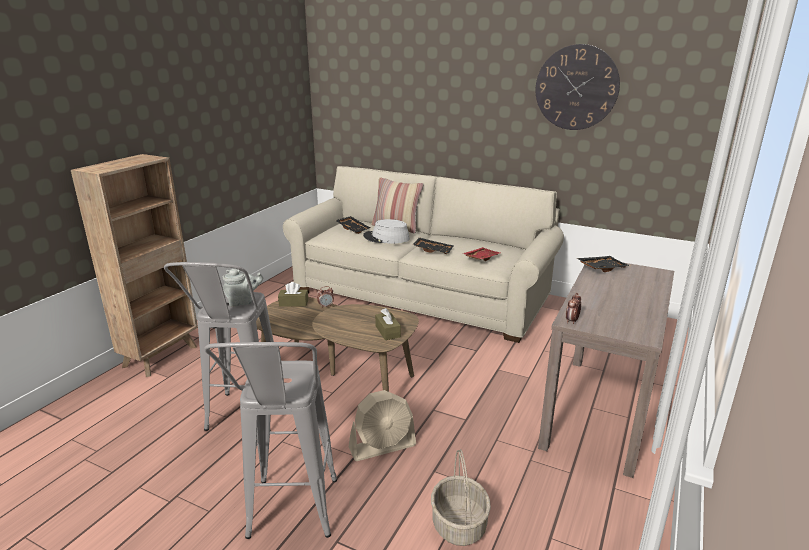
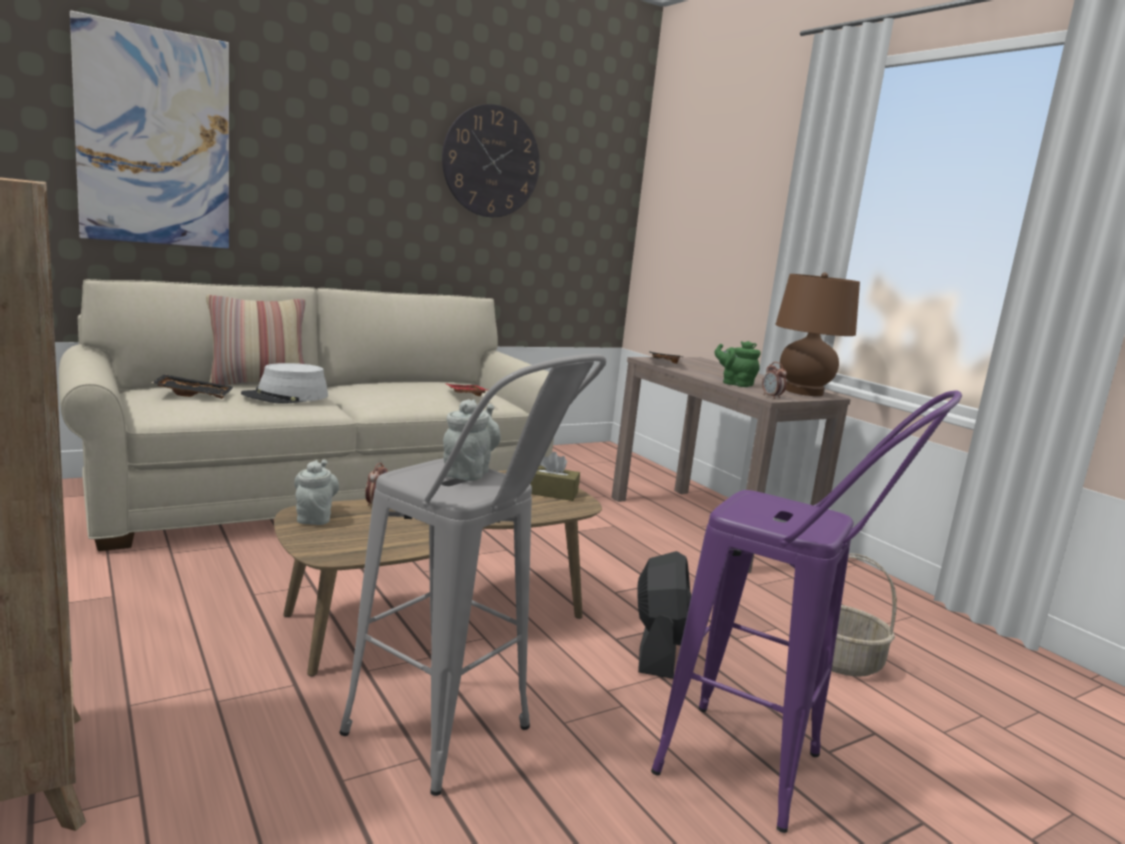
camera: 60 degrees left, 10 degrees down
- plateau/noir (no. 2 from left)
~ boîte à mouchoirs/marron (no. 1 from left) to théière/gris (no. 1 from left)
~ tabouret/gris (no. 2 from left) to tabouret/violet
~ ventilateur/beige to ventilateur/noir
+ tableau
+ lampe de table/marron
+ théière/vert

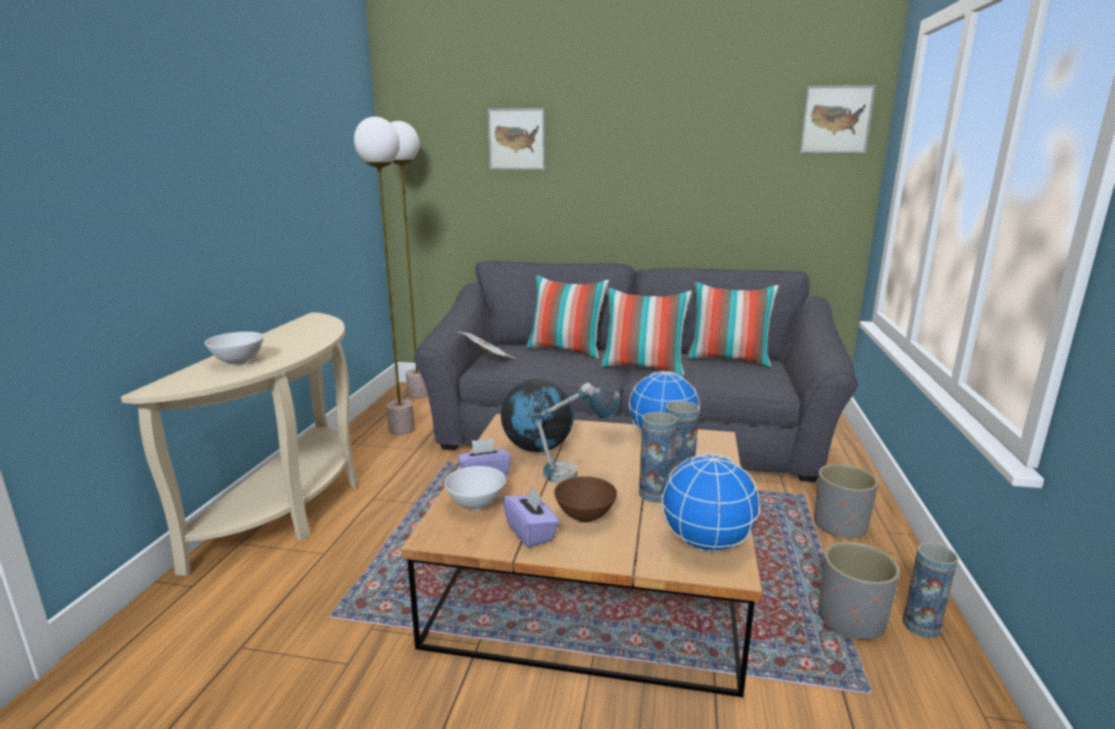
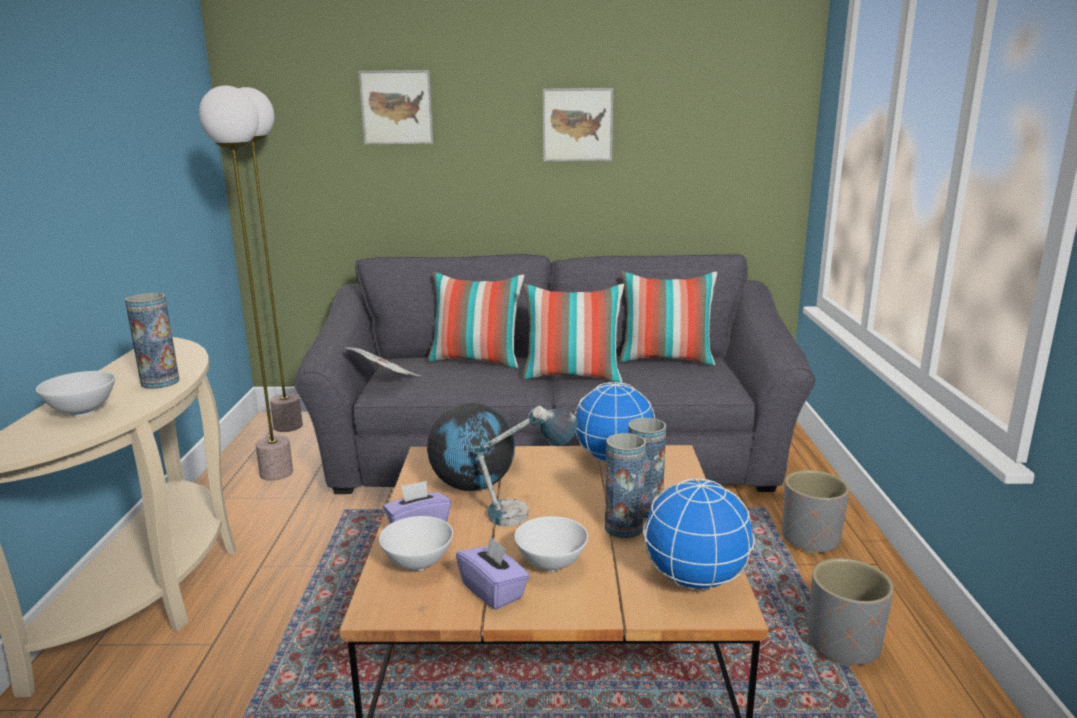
camera: 10 degrees left, 0 degrees up
~ tableau (no. 2 from left)
~ bol/marron to bol/blanc (no. 3 from left)
~ vase (no. 3 from left in the first image) to vase (no. 1 from left)

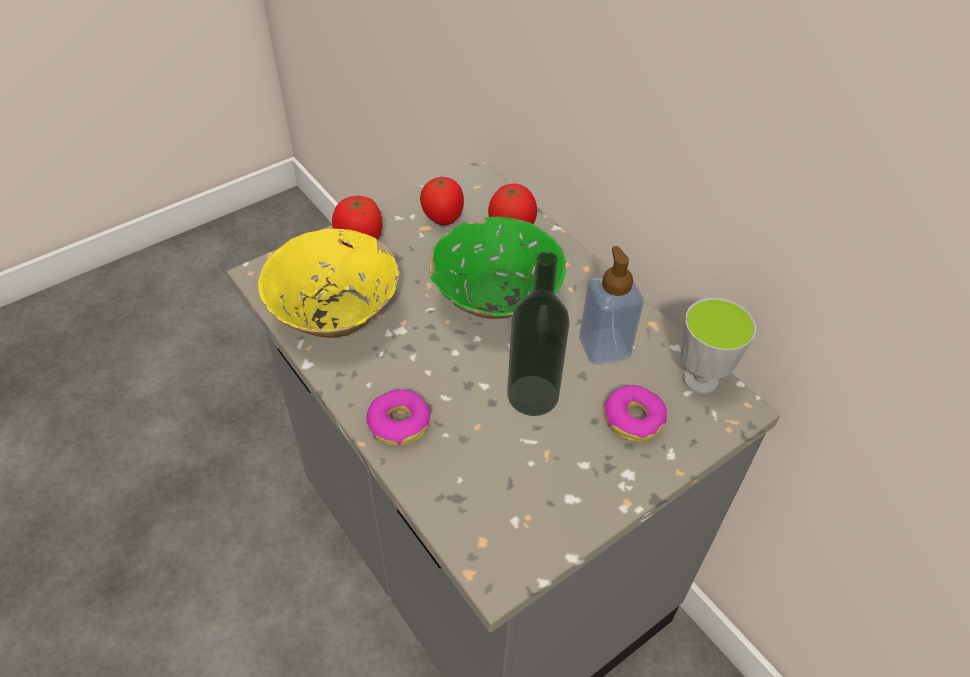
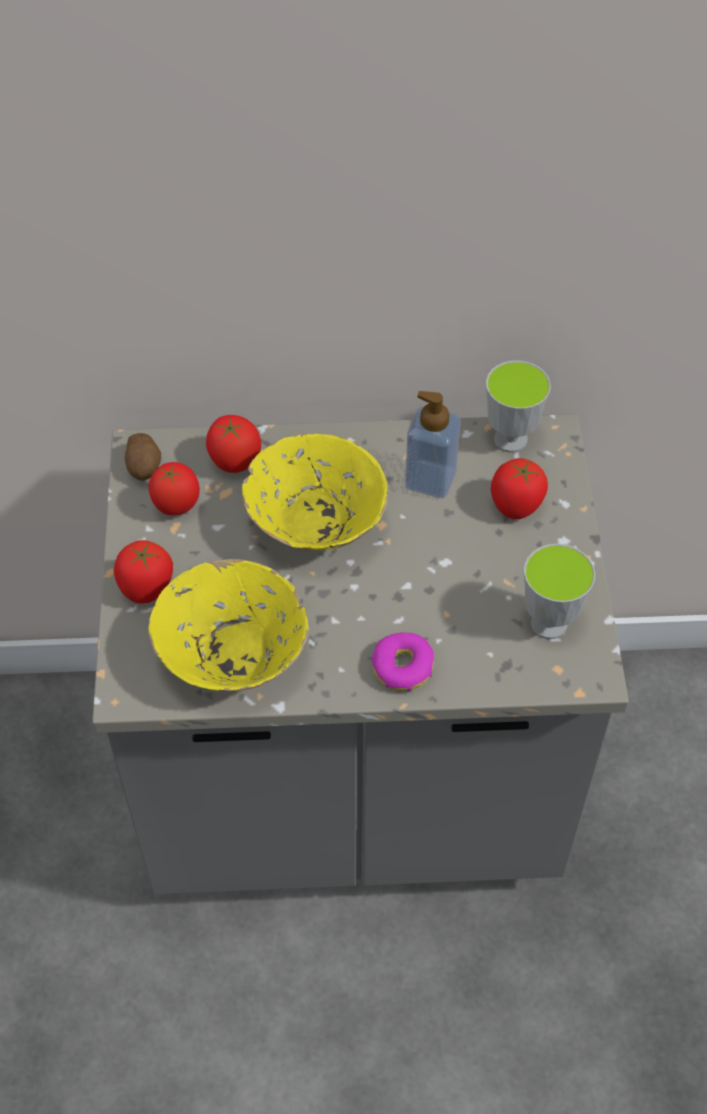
camera: 55 degrees left, 5 degrees up
~ bol/vert to bol/jaune (no. 2 from left)
- bouteille
~ beignet (no. 2 from left) to tomate (no. 4 from left)
+ pomme de terre
+ tasse (no. 2 from left)

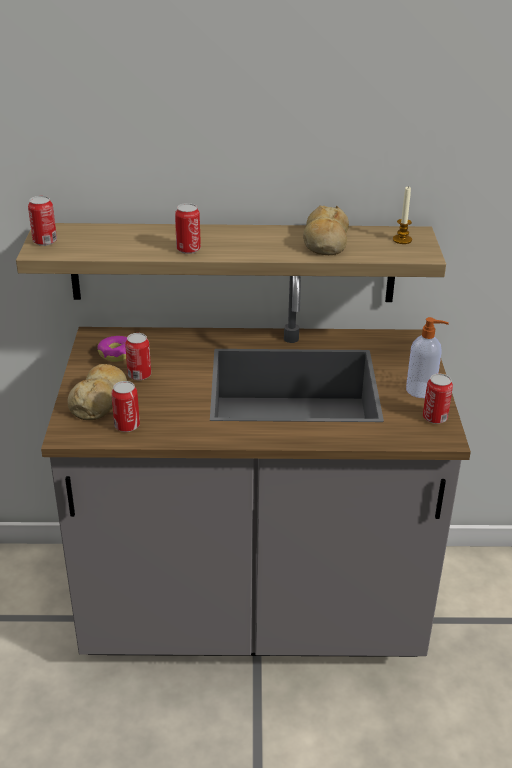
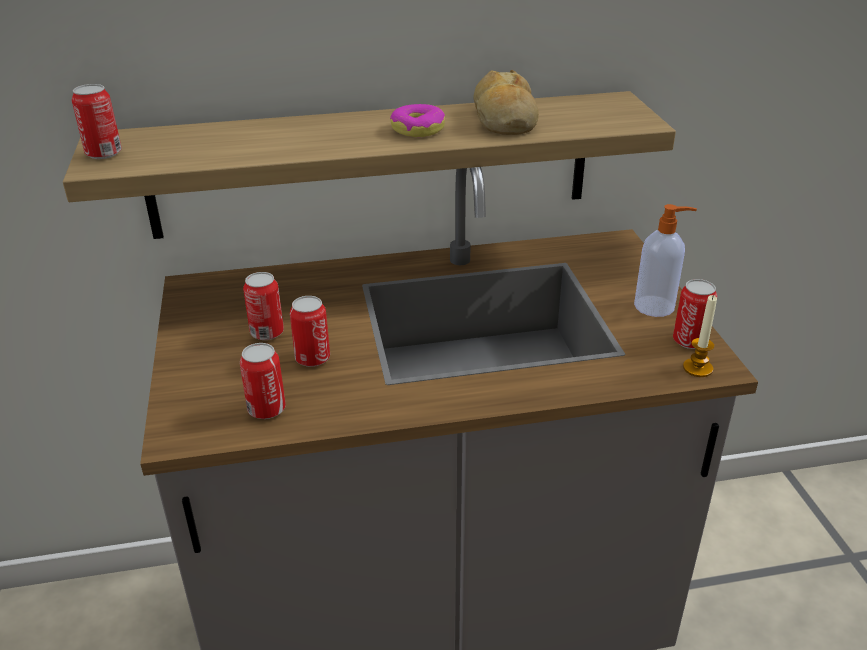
camera: 10 degrees left, 0 degrees up
~ bougie
~ boîte métallique (no. 4 from left)
~ beignet
- pain (no. 1 from left)

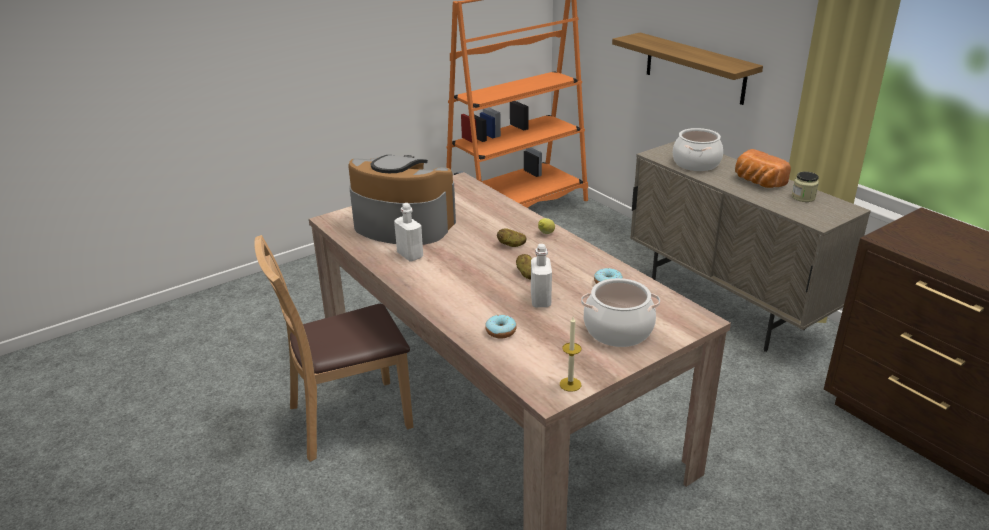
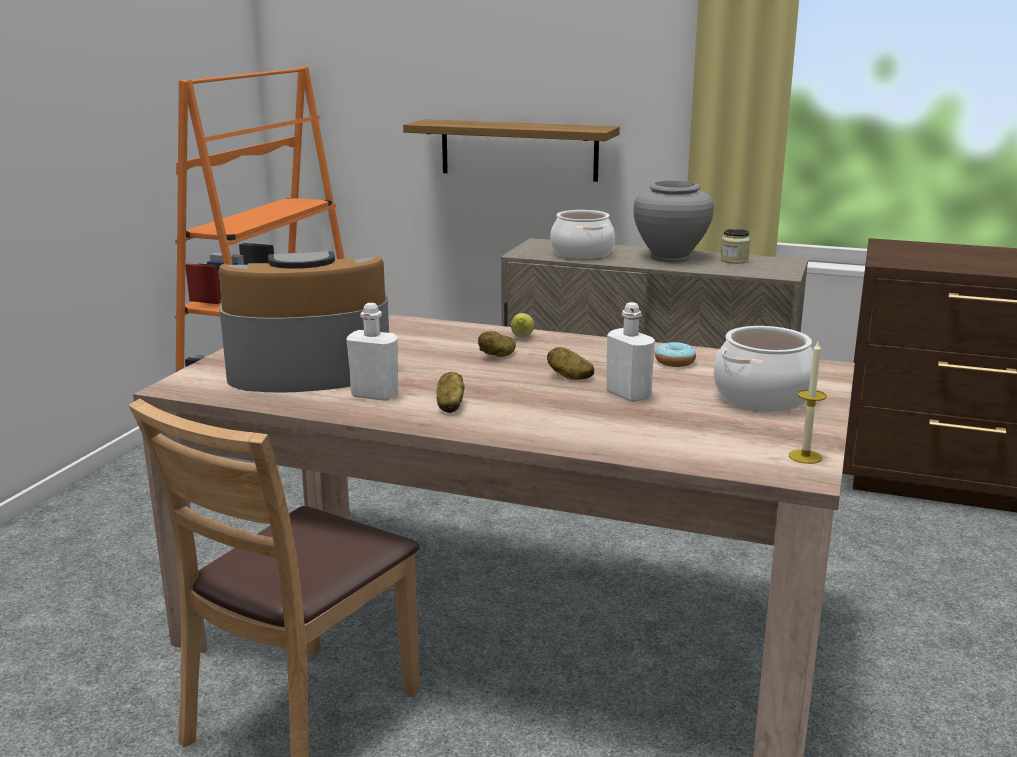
camera: 35 degrees left, 10 degrees down
~ pain to vase/gris
- beignet (no. 1 from left)
+ pomme de terre (no. 1 from left)

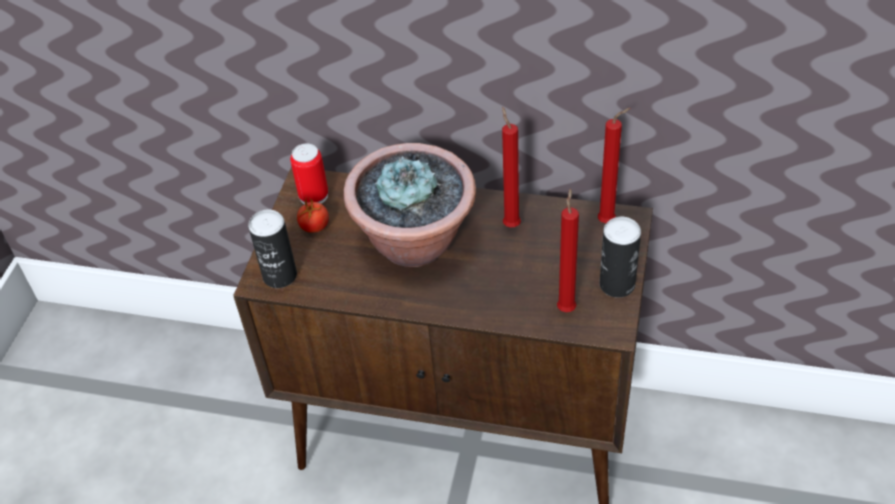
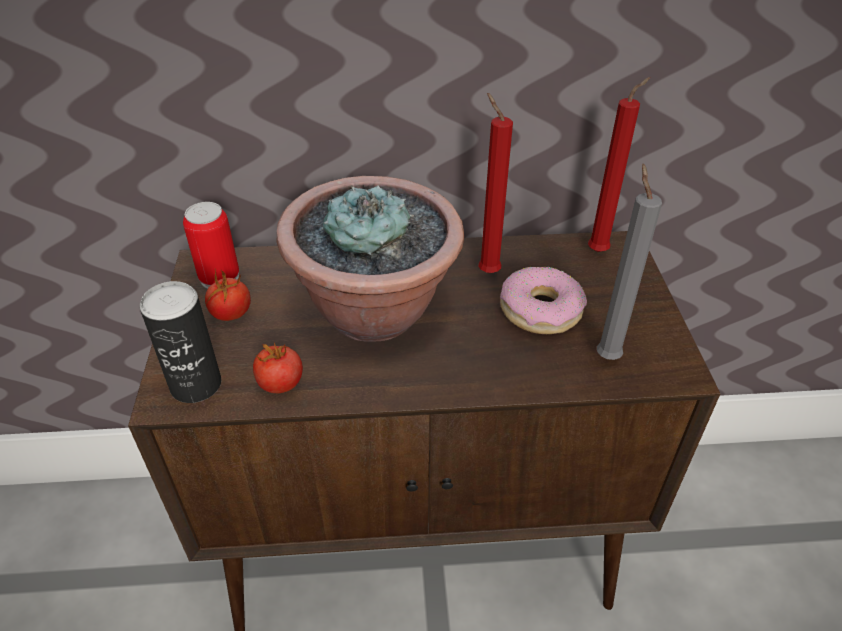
camera: 20 degrees left, 5 degrees down
~ bougie/rouge (no. 2 from left) to bougie/gris
- boîte métallique (no. 3 from left)
+ beignet
+ tomate (no. 2 from left)

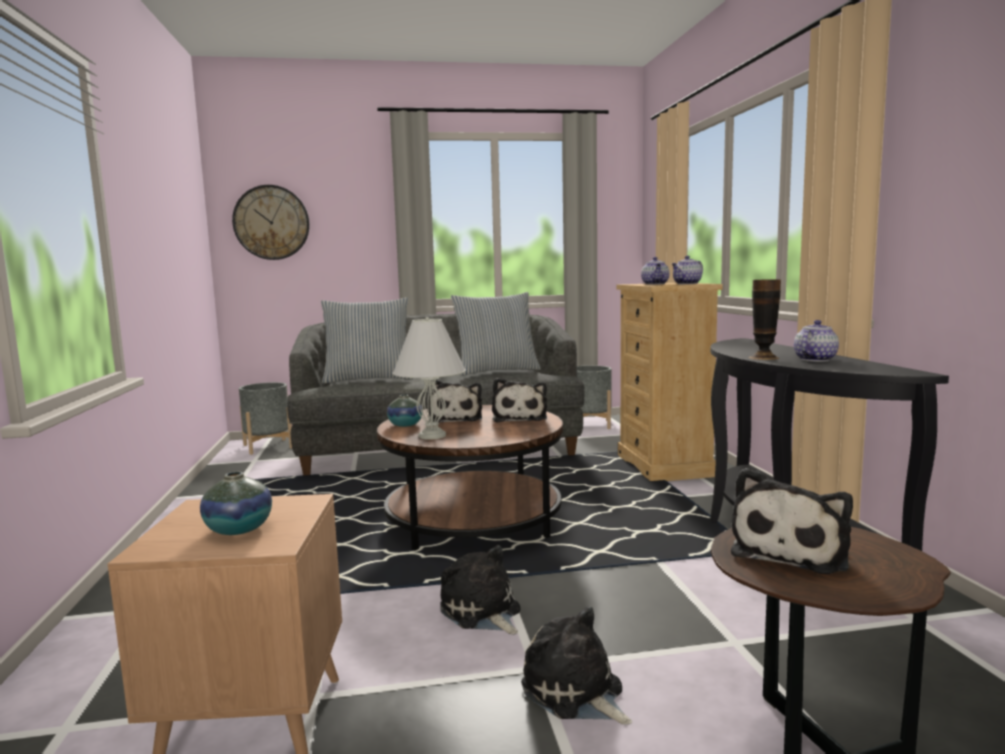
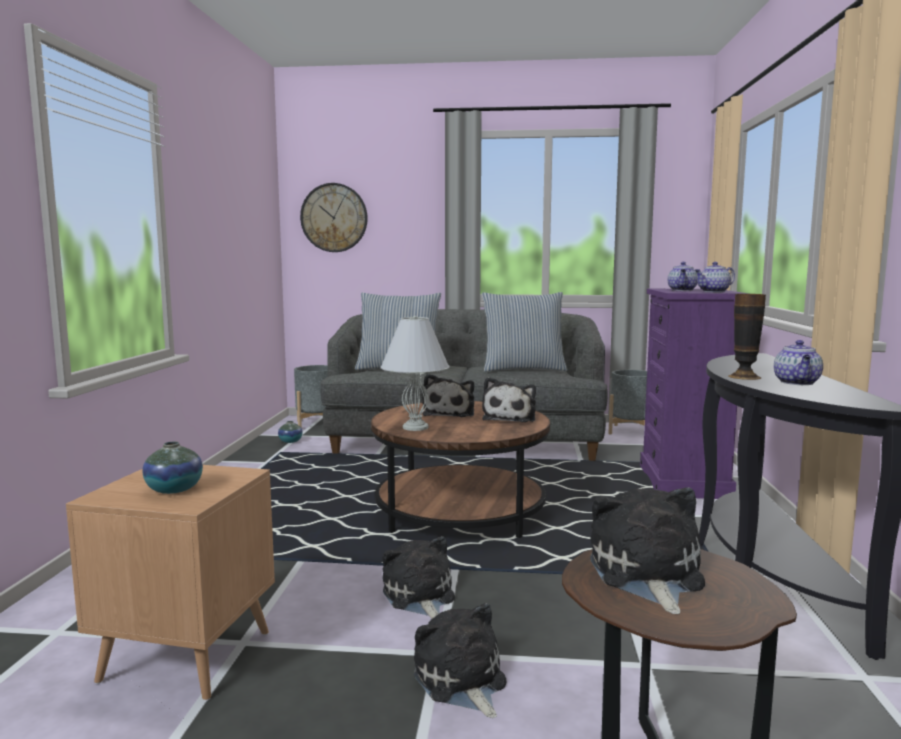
camera: 15 degrees right, 0 degrees up
~ commode/beige to commode/violet
~ théière (no. 3 from left) 135 degrees clockwise
~ vase (no. 2 from left)
~ peluche (no. 5 from left) 135 degrees clockwise

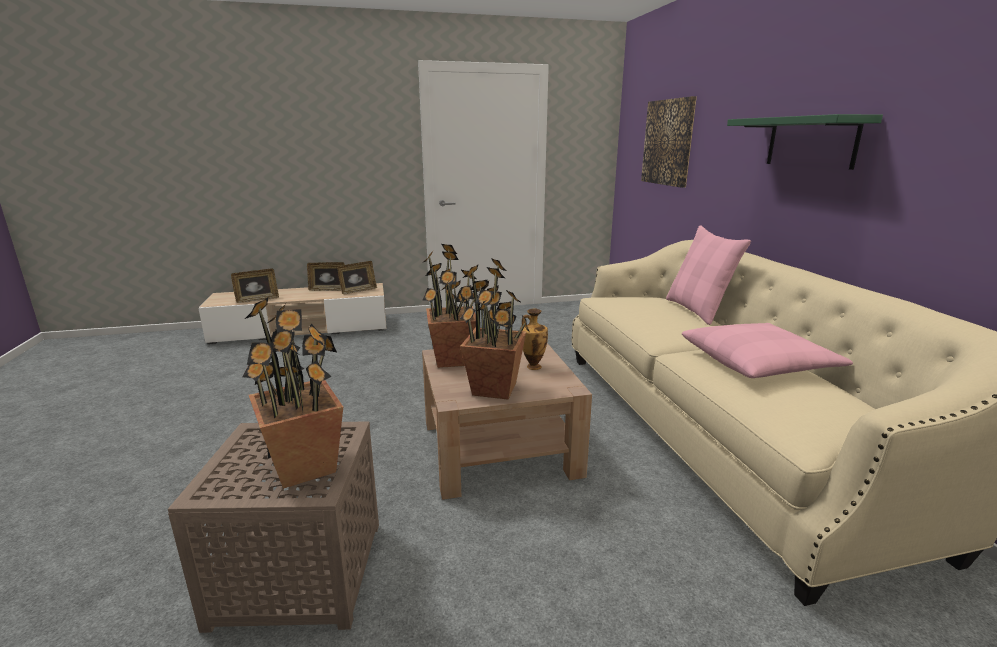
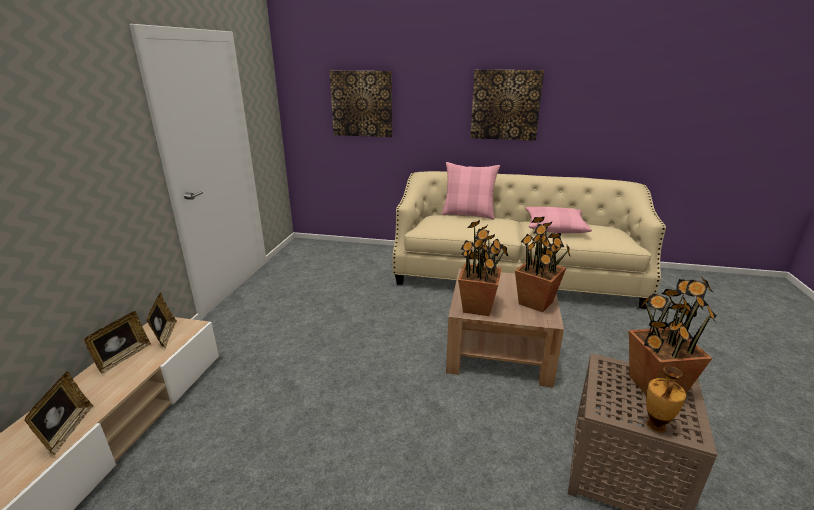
camera: 65 degrees left, 5 degrees up
~ étagère/vert to tableau (no. 2 from left)
~ vase

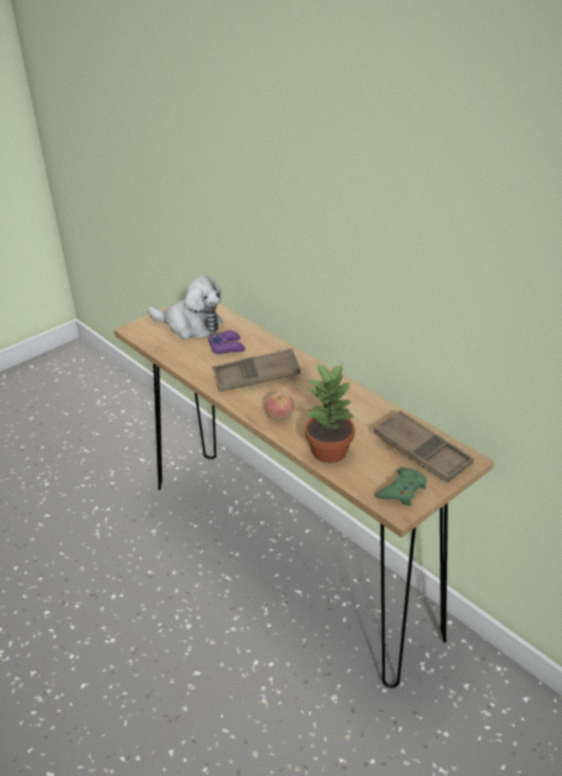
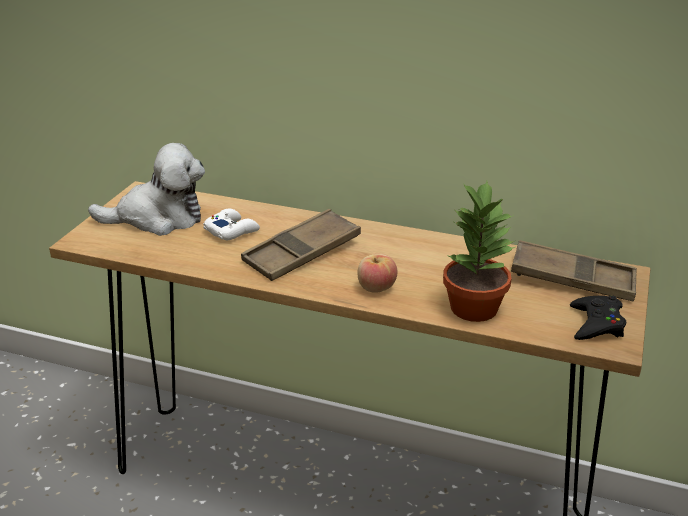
camera: 30 degrees left, 5 degrees down
~ manette/violet to manette/blanc
~ manette/vert to manette/noir

